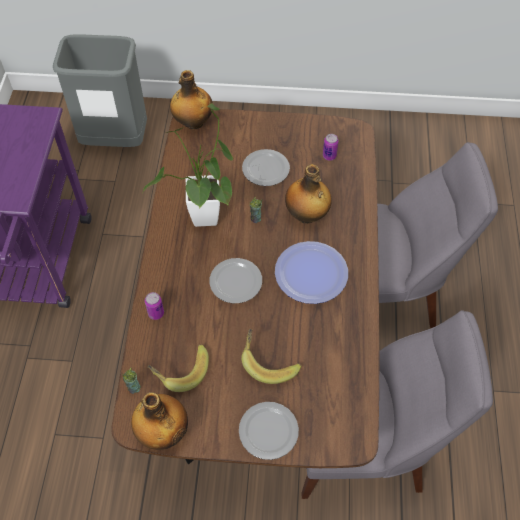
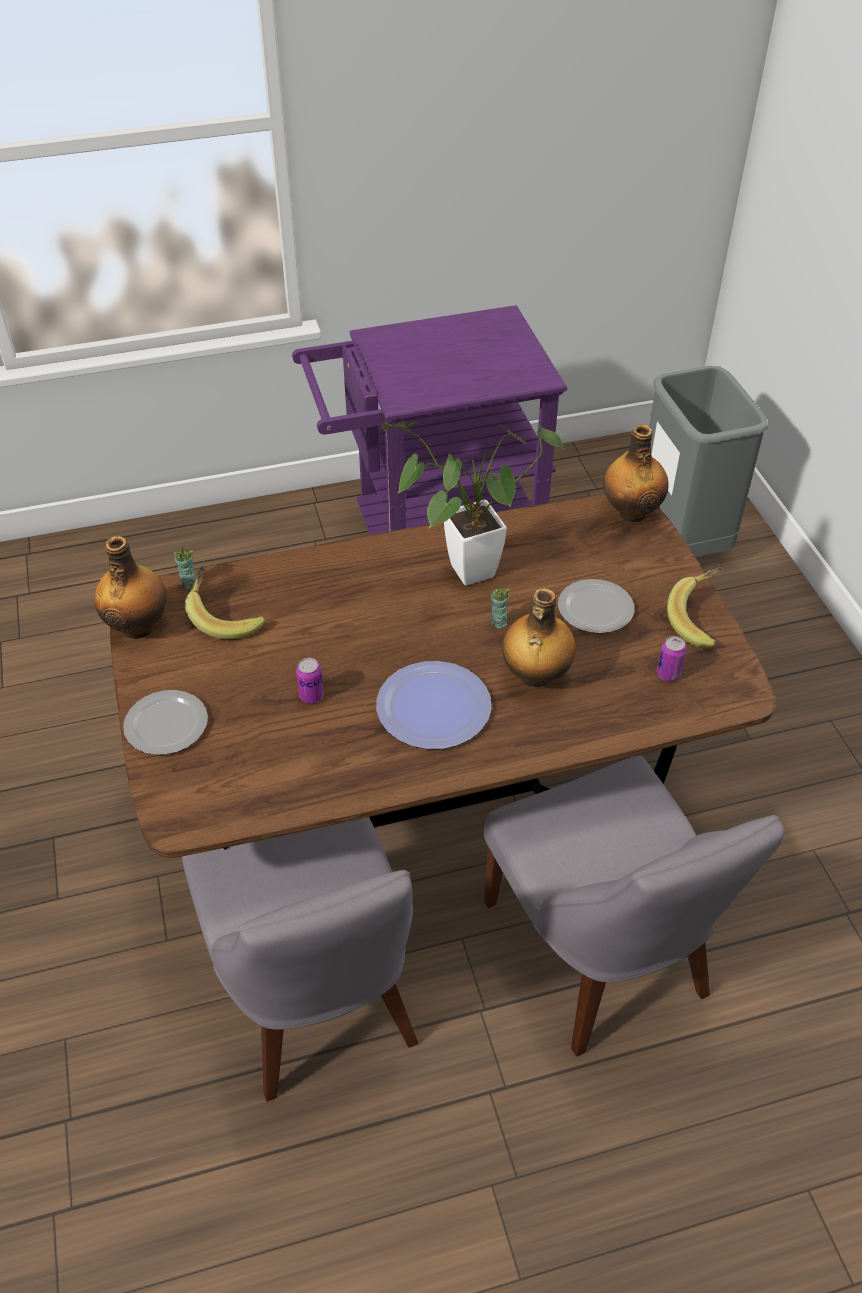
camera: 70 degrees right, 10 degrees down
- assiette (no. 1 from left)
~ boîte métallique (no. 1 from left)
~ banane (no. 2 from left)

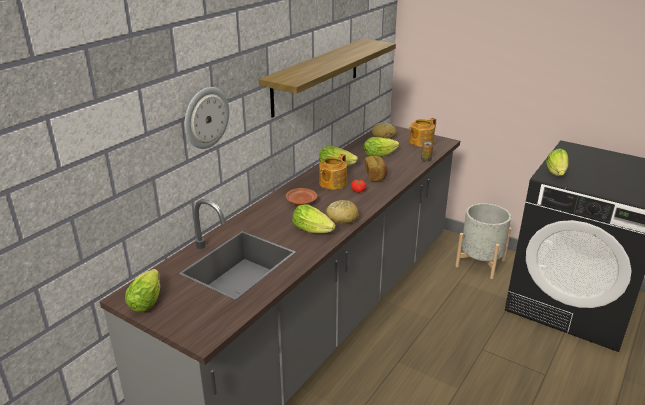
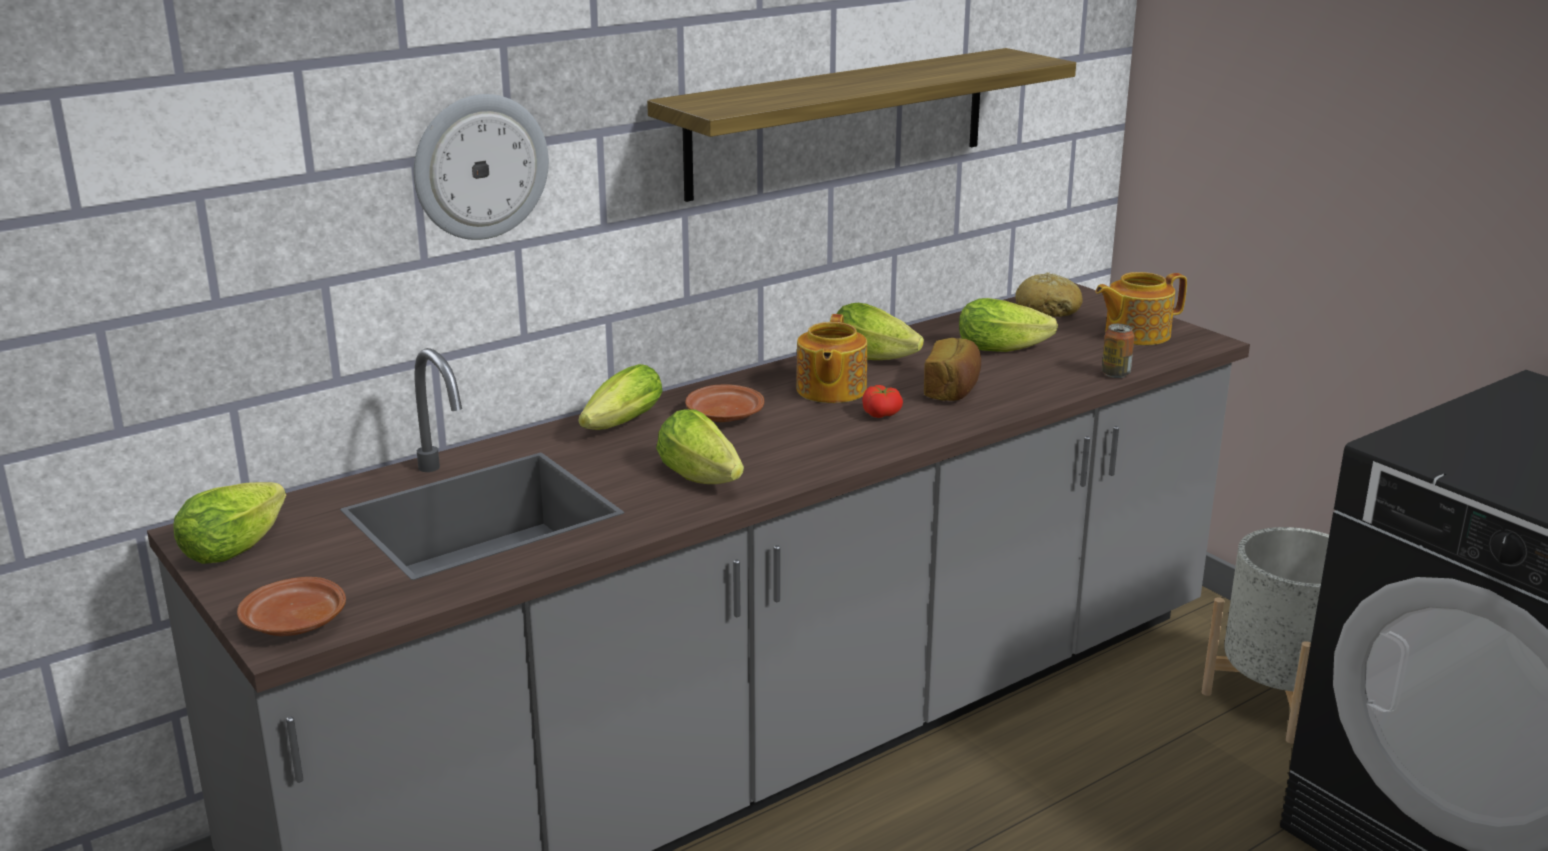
camera: 20 degrees right, 5 degrees down
~ laitue (no. 5 from left in the first image) to laitue (no. 2 from left)
~ théière (no. 1 from left) 45 degrees counterclockwise
- pain (no. 1 from left)
+ assiette/marron (no. 1 from left)

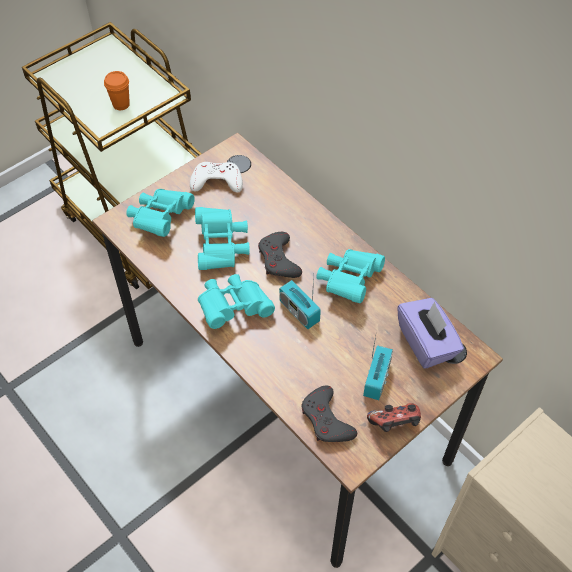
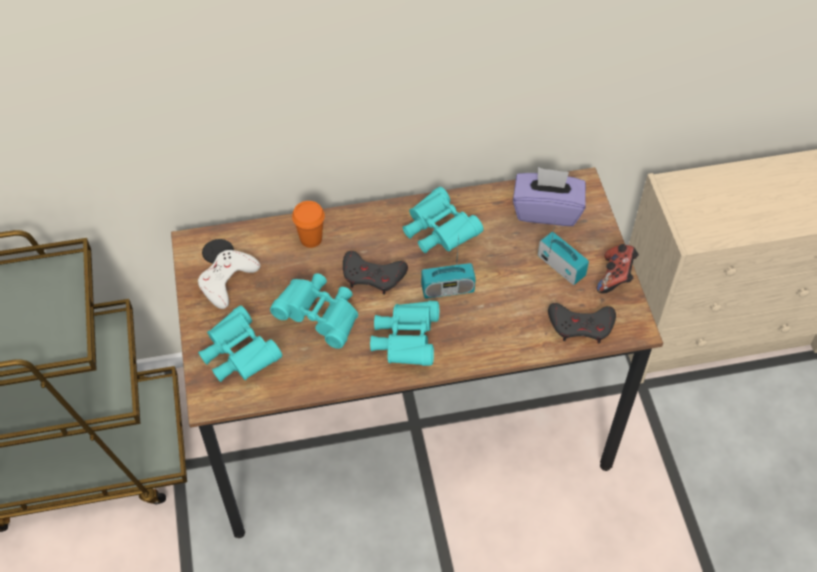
camera: 60 degrees left, 0 degrees up
~ tasse/orange

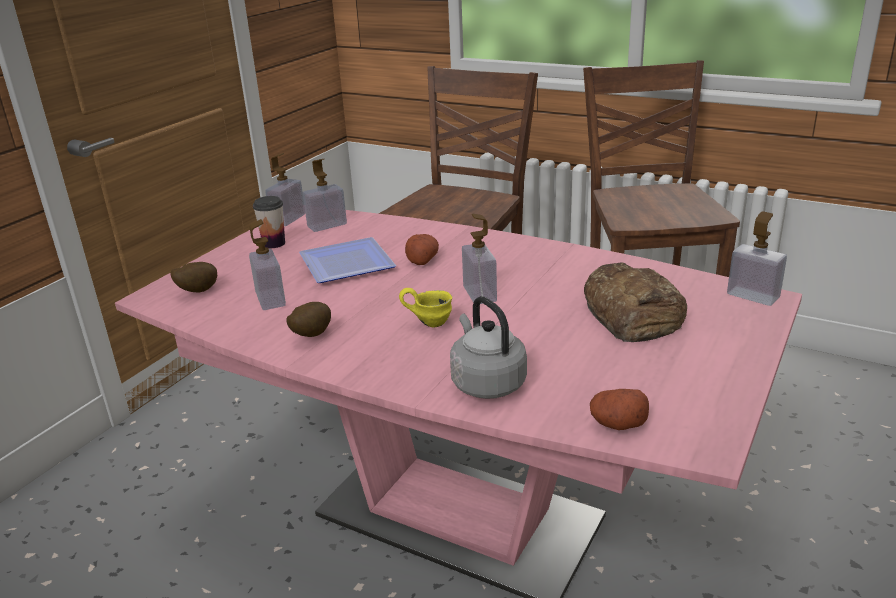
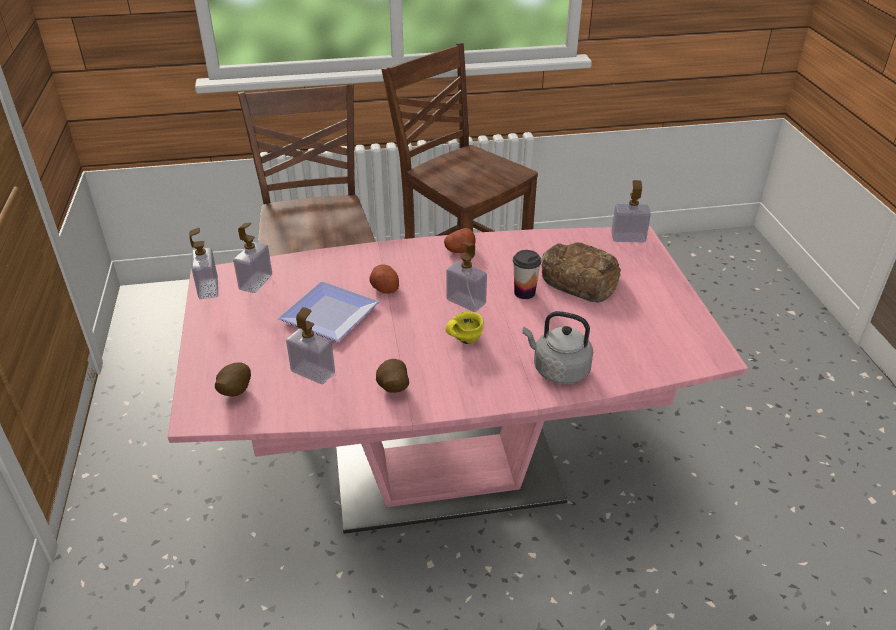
camera: 40 degrees left, 10 degrees up
~ tasse
~ pomme de terre (no. 4 from left)

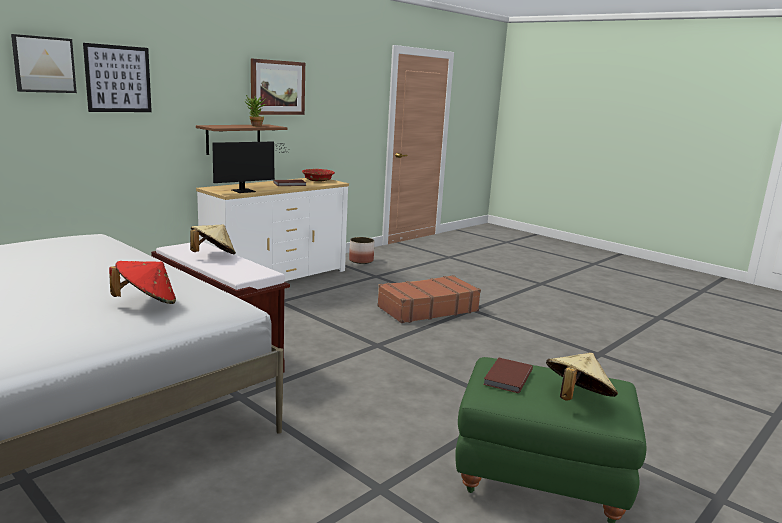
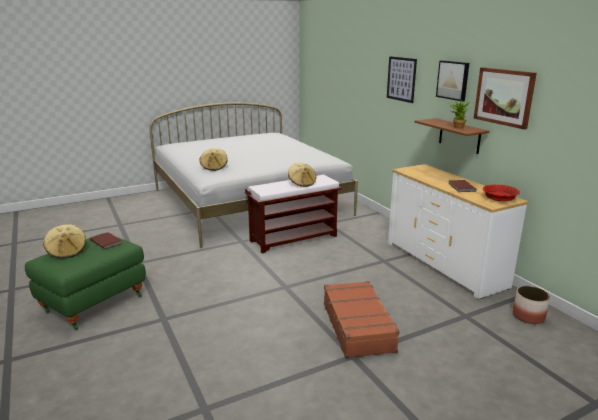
camera: 110 degrees right, 5 degrees up
~ tableau (no. 1 from left in the first image) to tableau (no. 2 from left)
- écran d'ordinateur
~ chapeau/rouge to chapeau/beige (no. 2 from left)

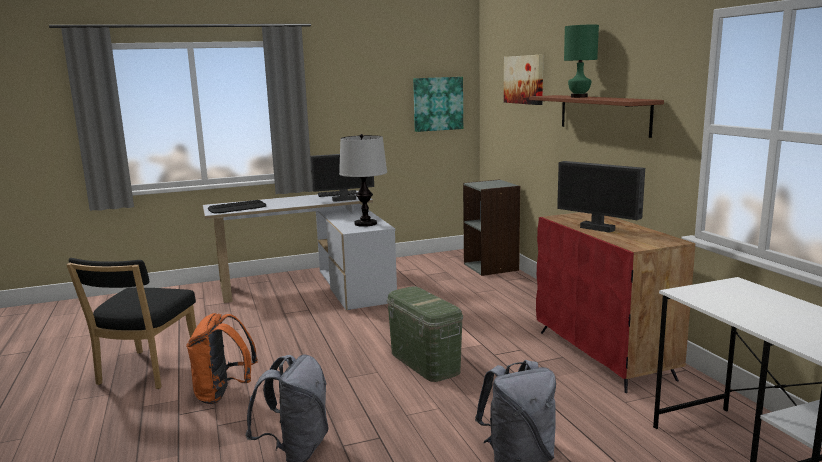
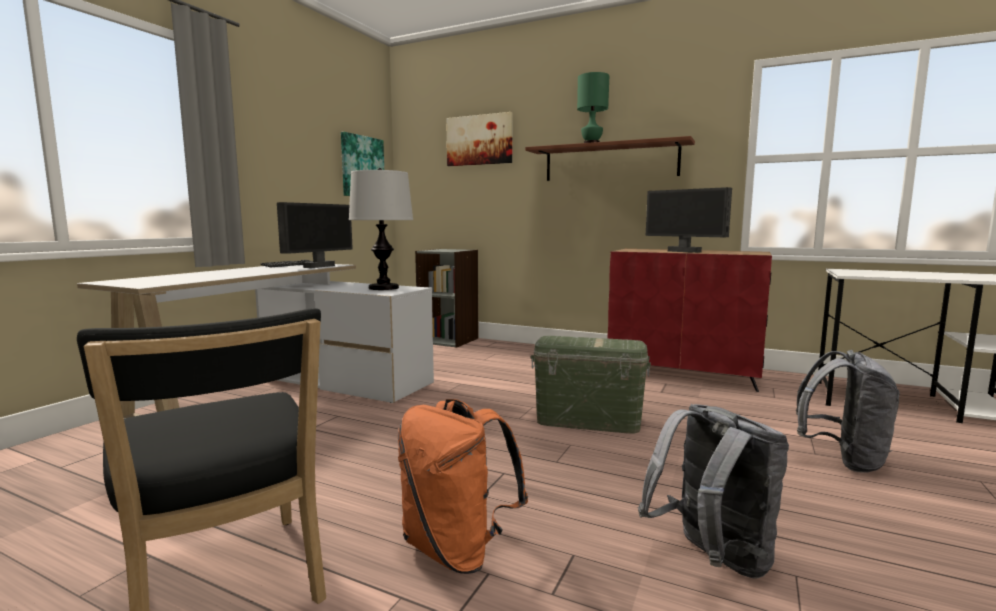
camera: 45 degrees left, 5 degrees down
~ écran d'ordinateur (no. 2 from left) 45 degrees clockwise
- clavier (no. 1 from left)

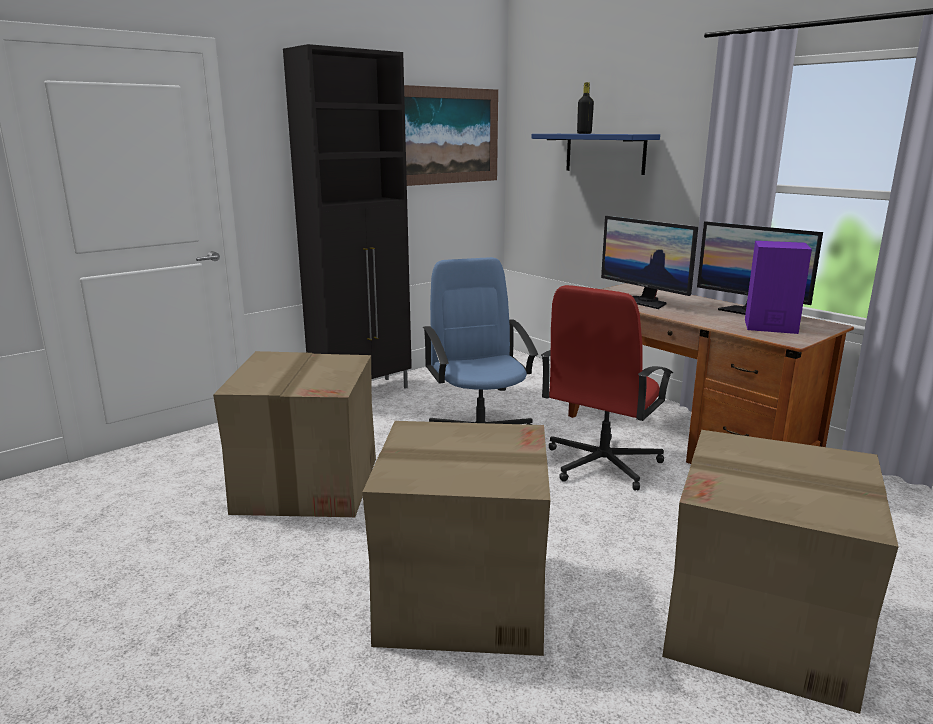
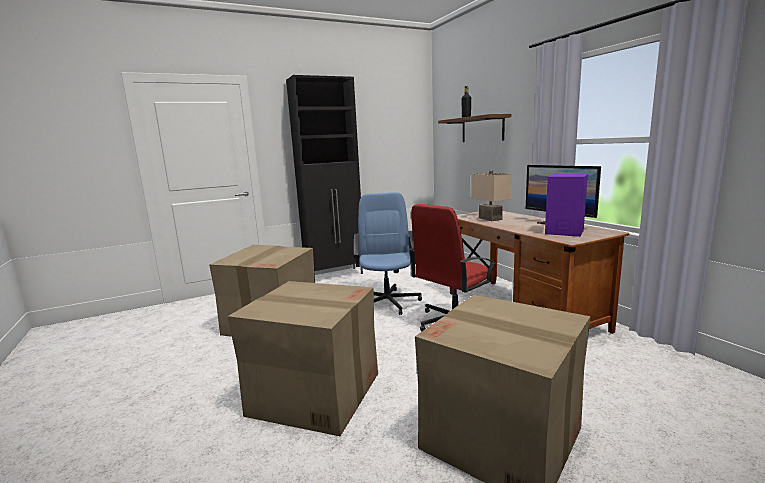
camera: 15 degrees right, 5 degrees down
- tableau
~ étagère/bleu to étagère/marron
~ écran d'ordinateur (no. 1 from left) to lampe de table/beige

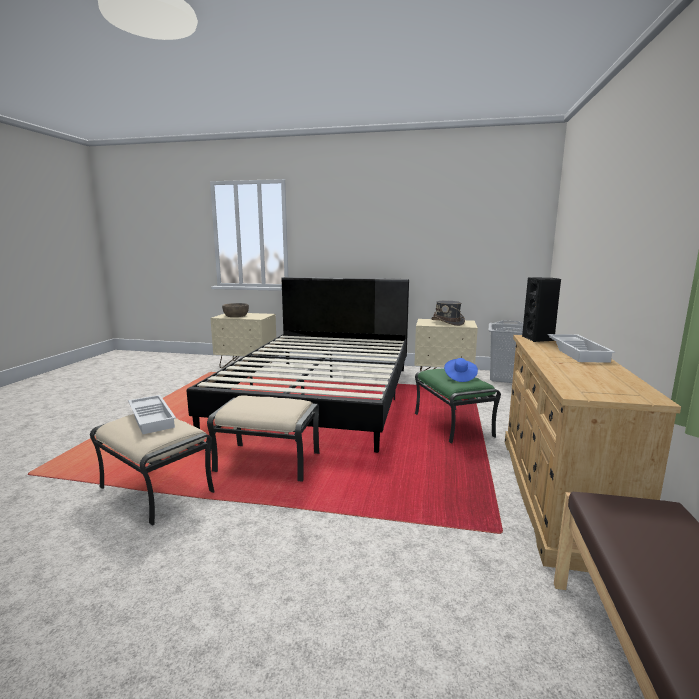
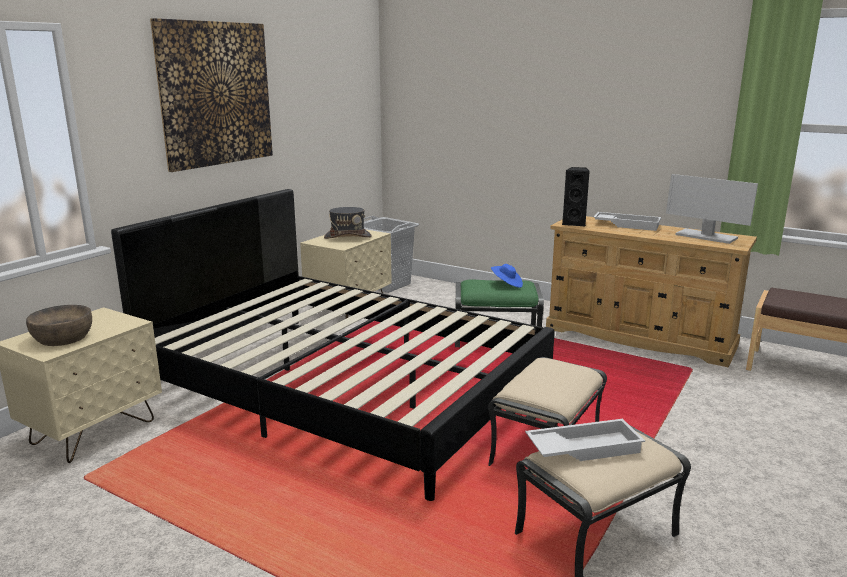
camera: 70 degrees left, 5 degrees up
+ tableau
+ écran d'ordinateur

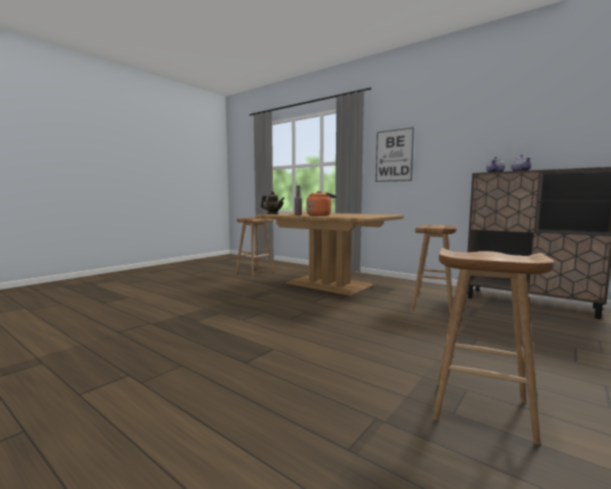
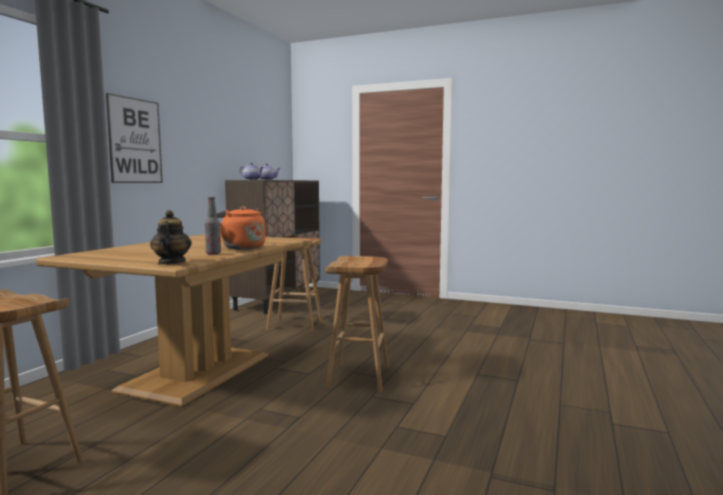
camera: 105 degrees left, 0 degrees up
~ tabouret/marron (no. 3 from left)

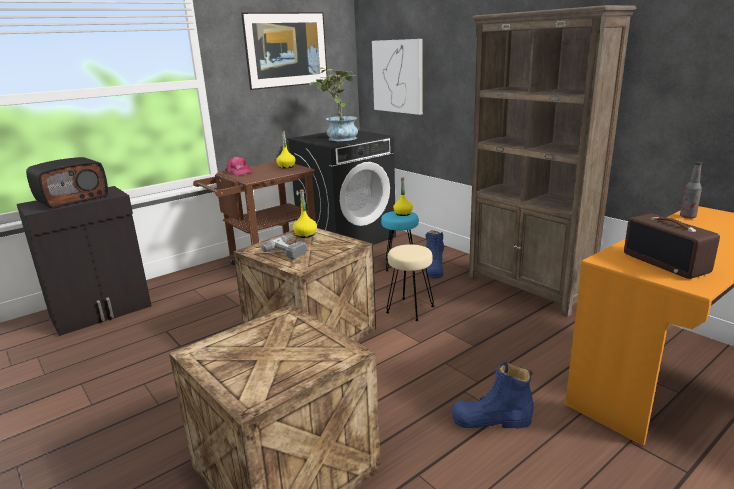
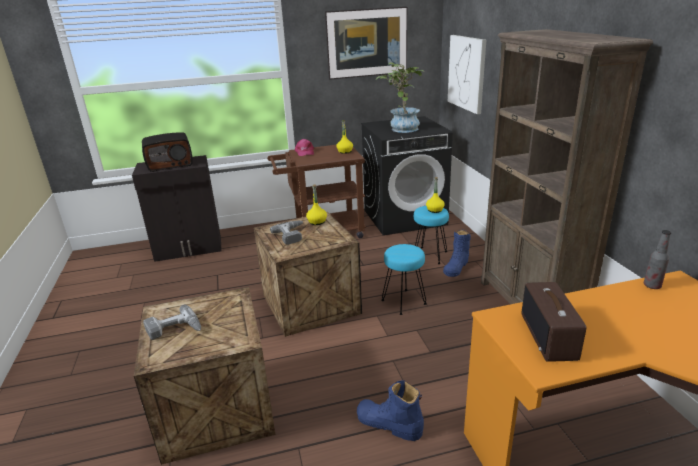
camera: 25 degrees right, 5 degrees up
~ tabouret/beige to tabouret/turquoise (no. 1 from left)
+ perceuse (no. 1 from left)

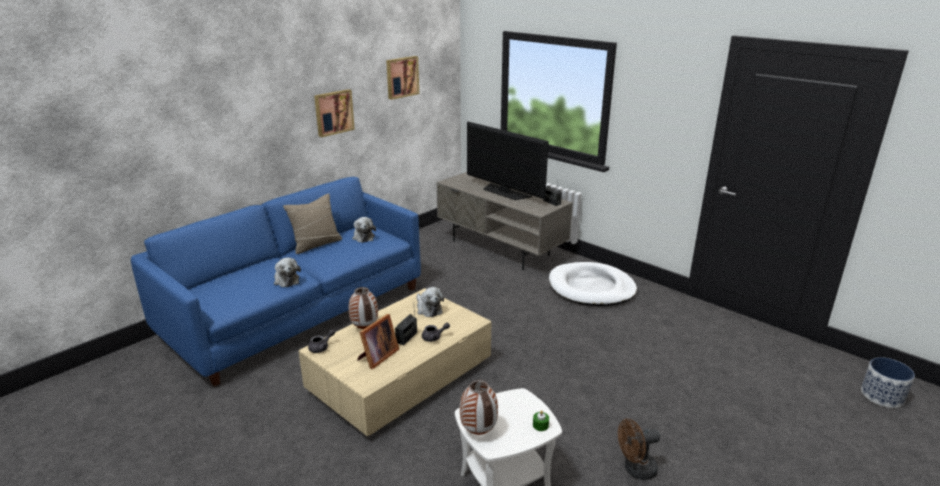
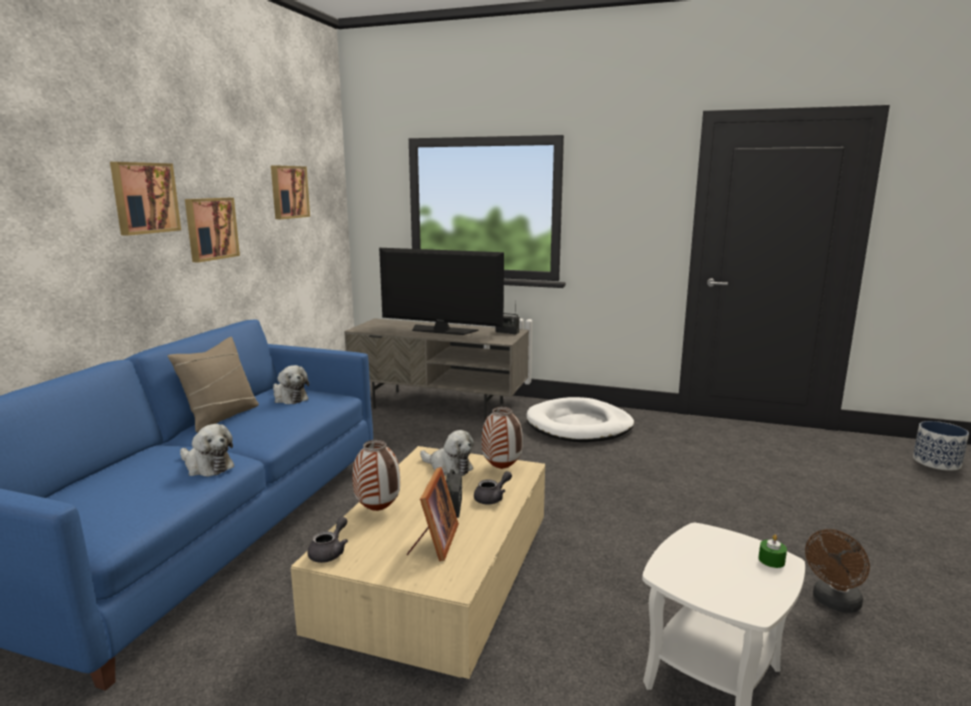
camera: 25 degrees left, 10 degrees down
~ vase (no. 2 from left)
+ tableau (no. 1 from left)

